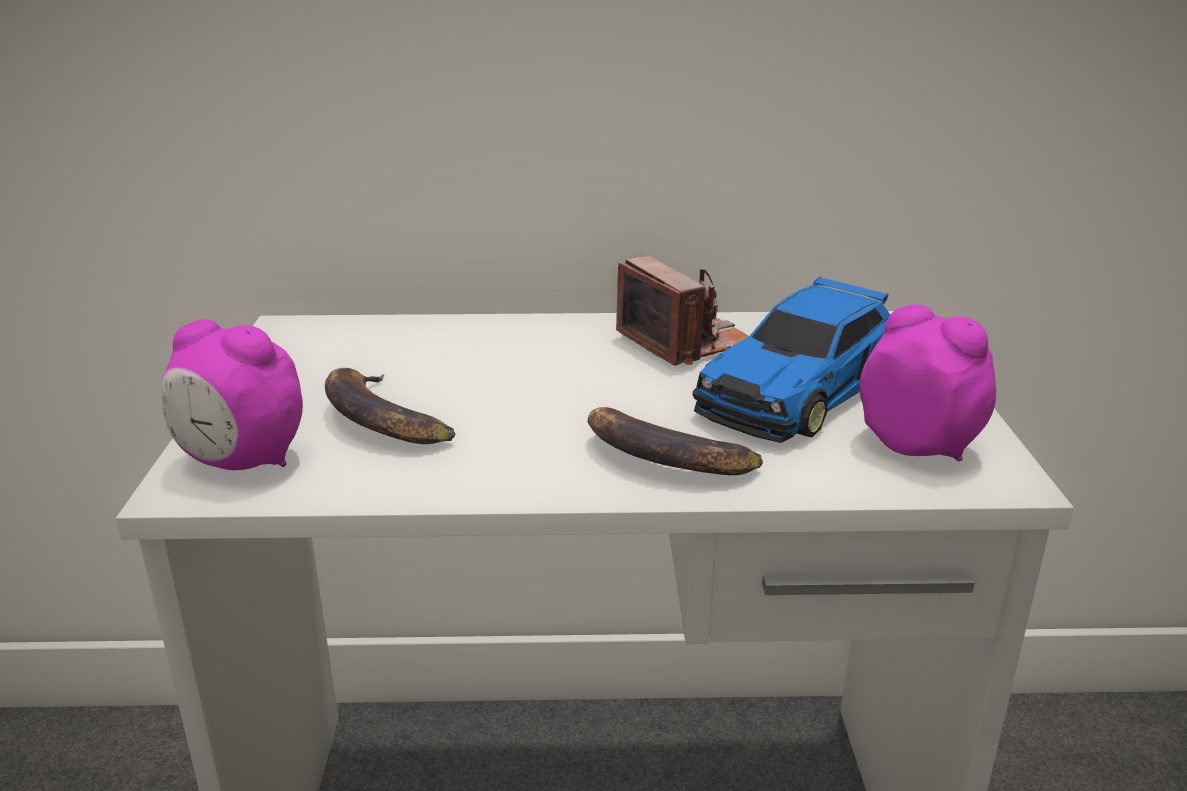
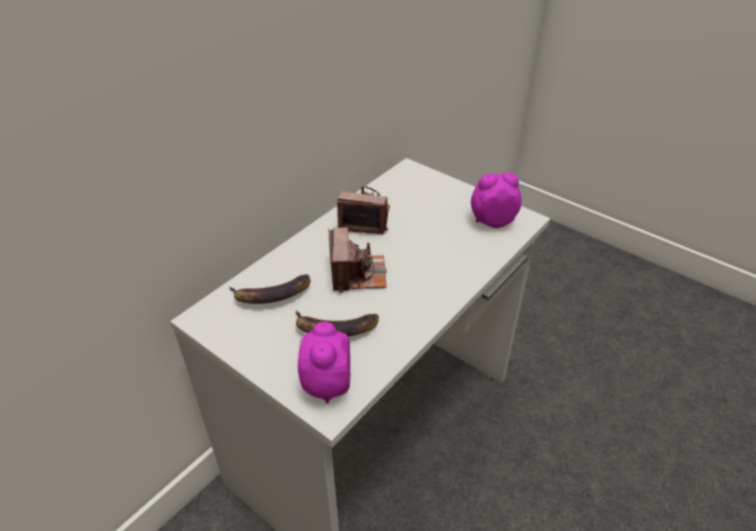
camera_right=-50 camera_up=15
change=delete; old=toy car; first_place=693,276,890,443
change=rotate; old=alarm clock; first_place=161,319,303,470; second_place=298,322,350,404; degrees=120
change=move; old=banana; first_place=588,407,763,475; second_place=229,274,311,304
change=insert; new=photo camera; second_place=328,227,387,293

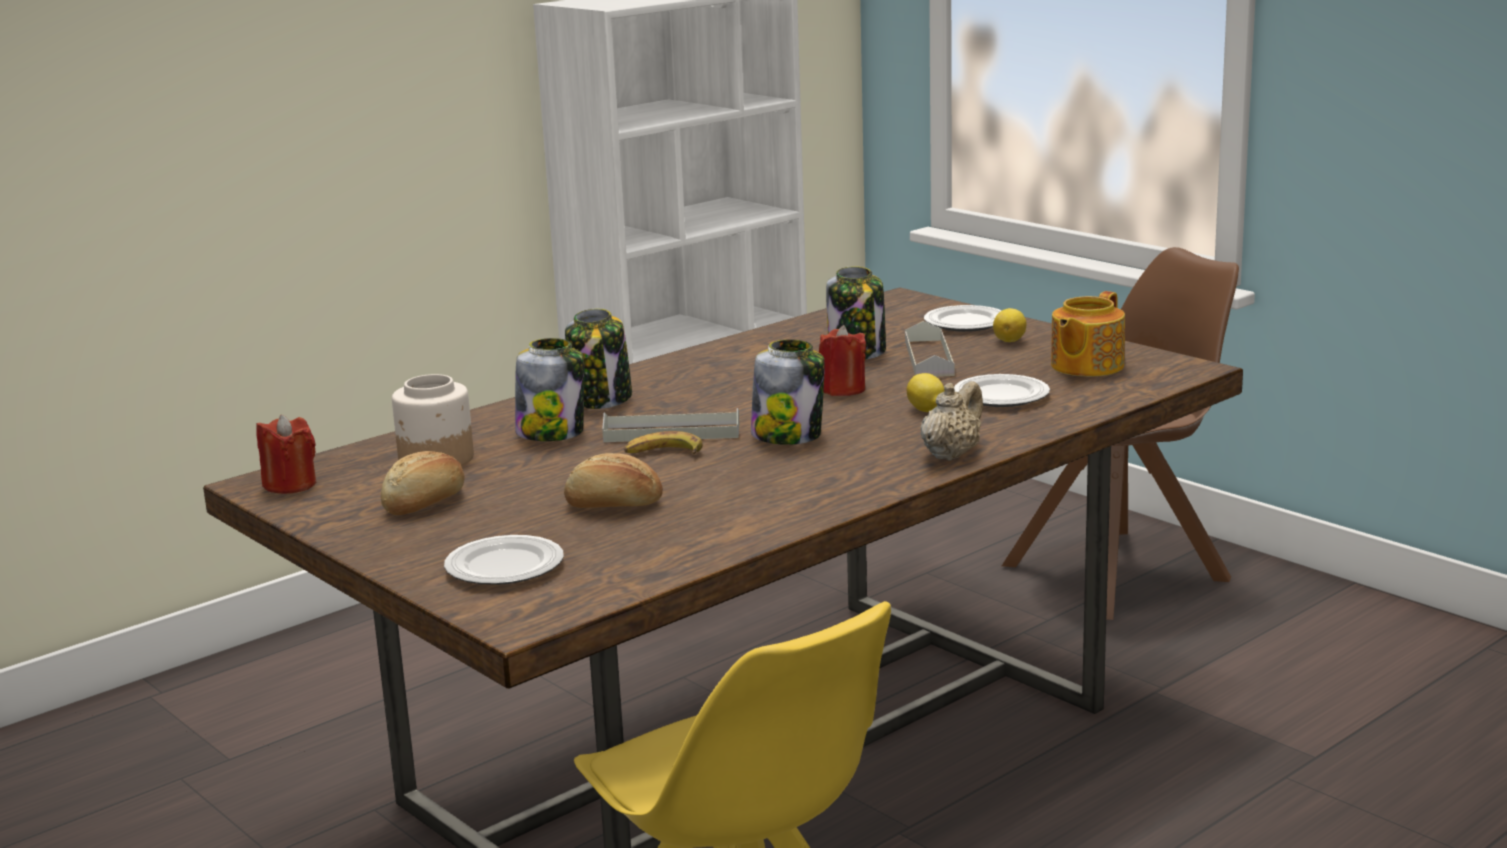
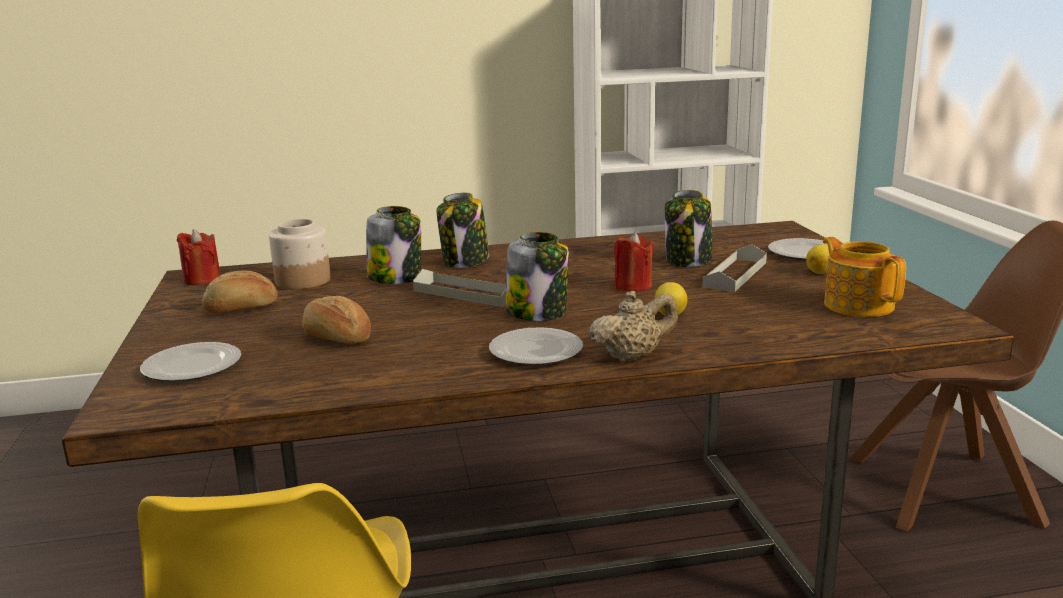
camera_right=30 camera_up=0
change=rotate; old=teapot; first_place=1051,291,1125,377; second_place=823,237,906,317; degrees=90
change=move; old=plate; first_place=954,374,1050,407; second_place=489,327,583,365
change=delete; old=banana; first_place=624,431,703,454

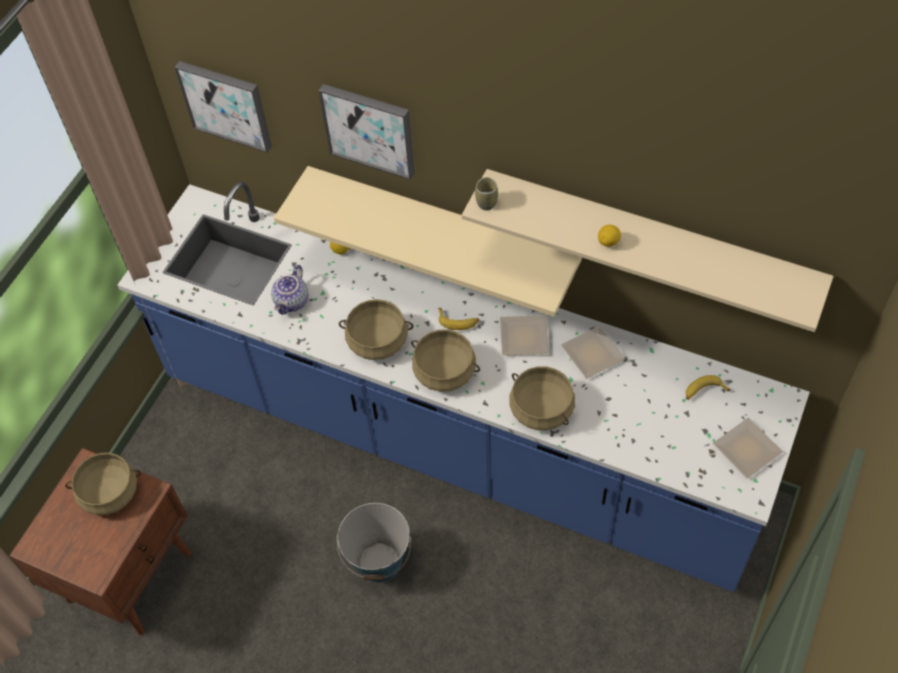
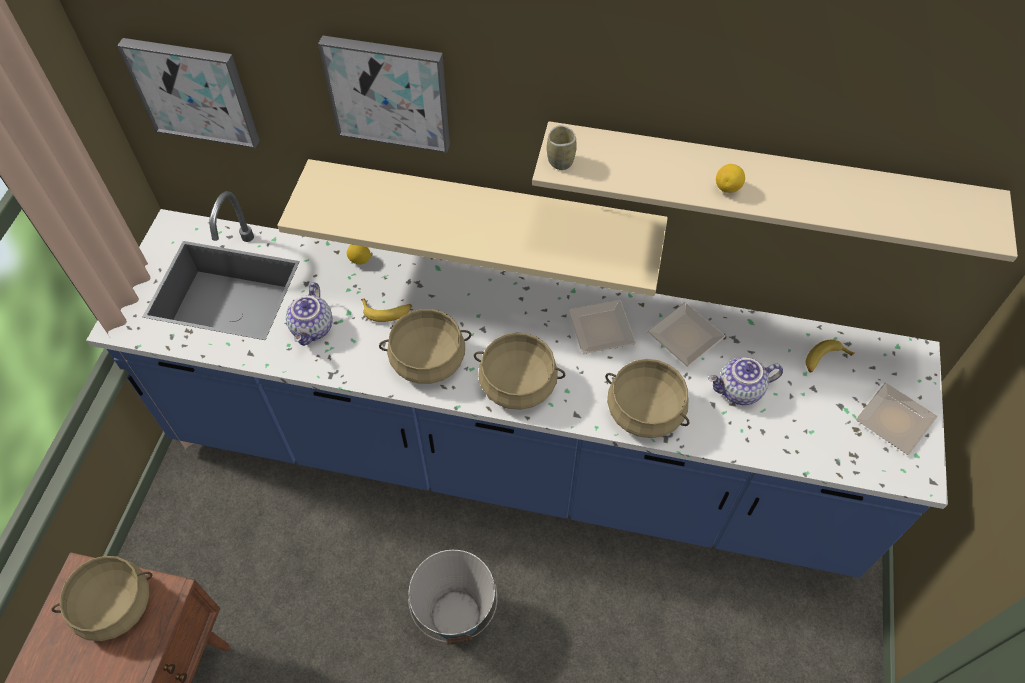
camera_right=-15 camera_up=0
change=move; old=banana; first_place=438,308,479,330; second_place=361,299,412,322
change=insert; new=teapot; second_place=708,357,783,405

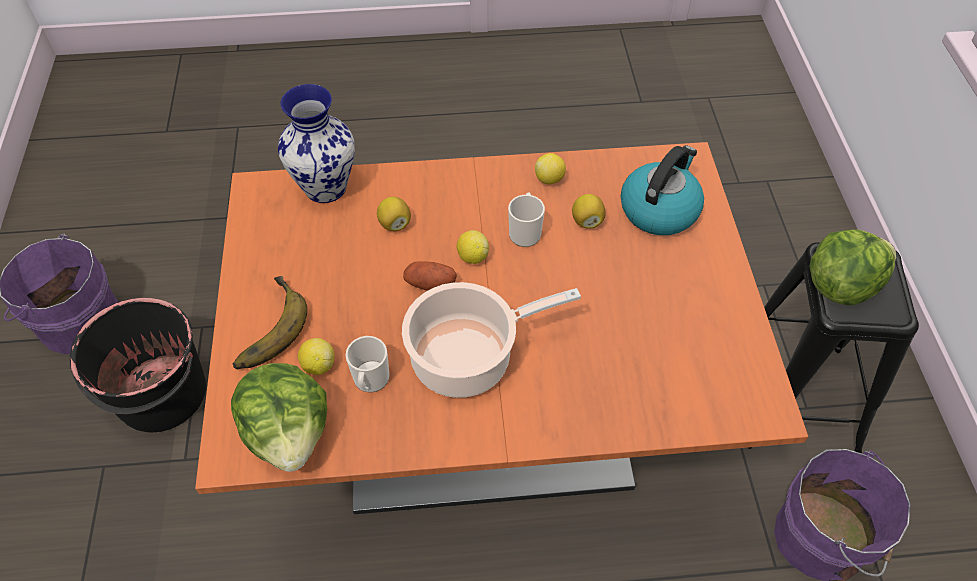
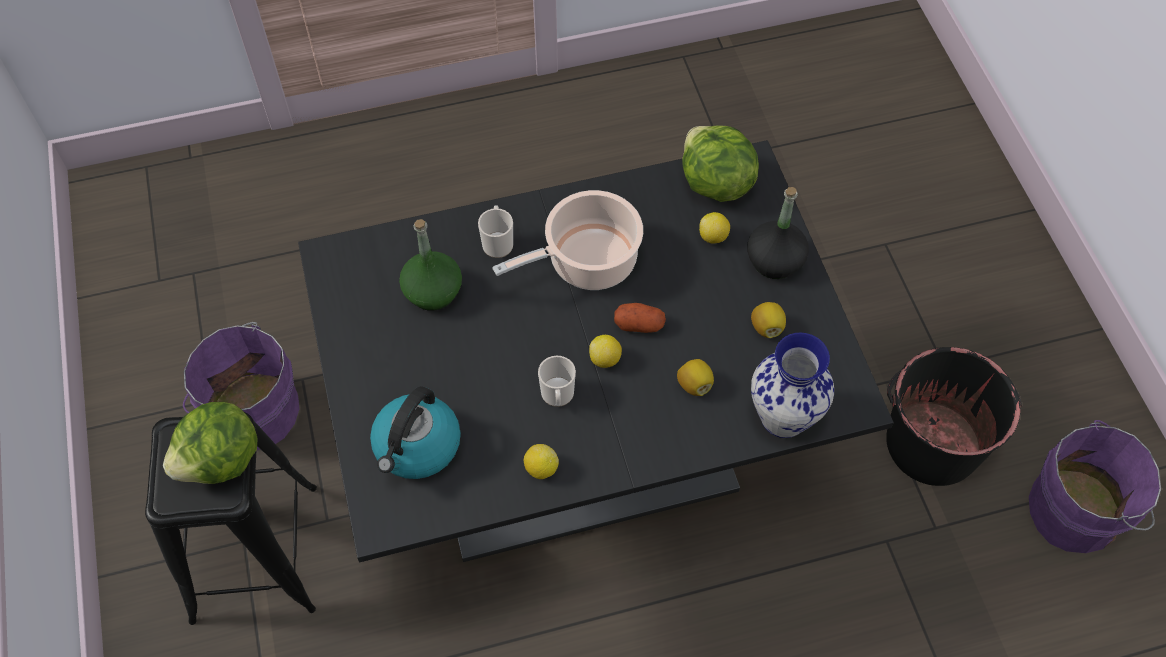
camera_right=170 camera_up=5
change=recolor; old=orange dining table; new=black dining table; first_place=195,142,808,514; second_place=298,140,894,562
change=move; old=lemon; first_place=572,194,606,229; second_place=751,302,786,338
change=replace; old=banana; new=black bottle; first_place=233,276,307,369; second_place=747,187,809,279
change=move; old=mug; first_place=346,336,389,392; second_place=478,205,513,258
change=insert; new=green bottle; second_place=399,219,462,311

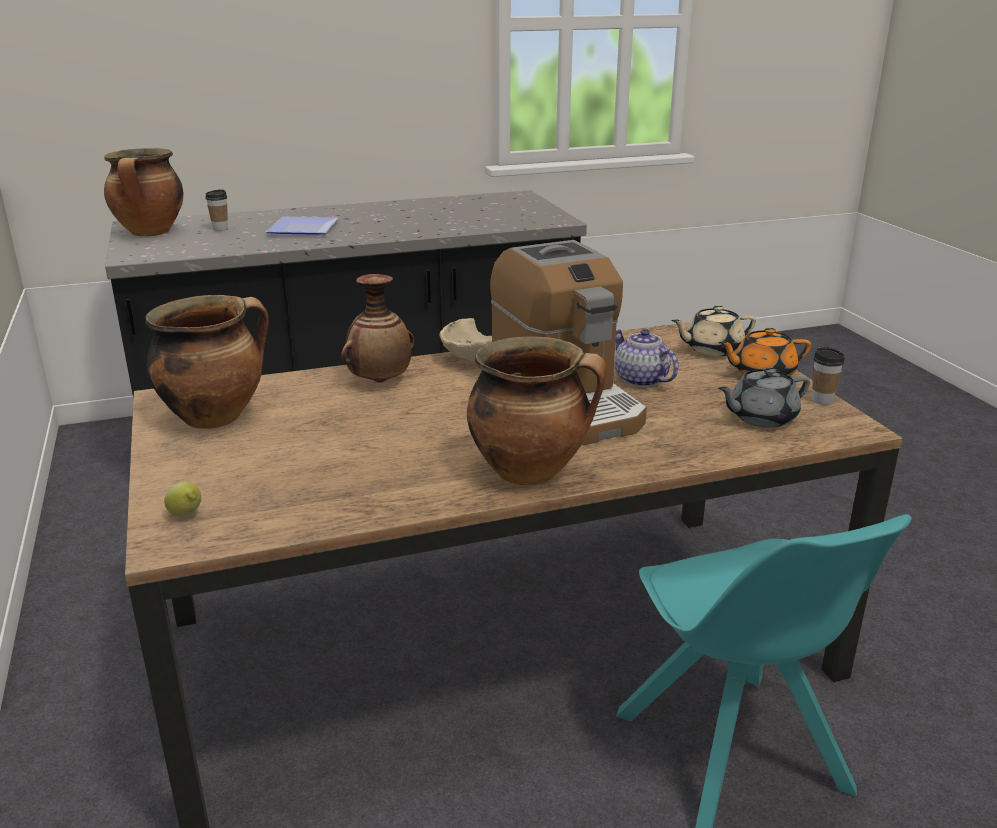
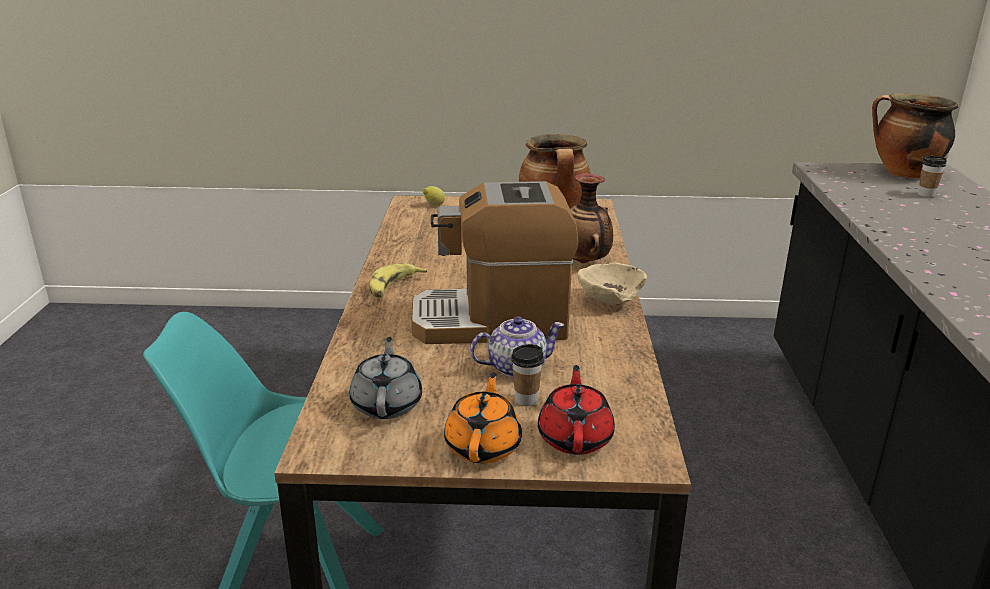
camera_right=110 camera_up=0
change=delete; old=plate; first_place=266,217,339,235
change=recolor; old=beige teapot; new=red teapot; first_place=671,305,756,356; second_place=538,365,615,455
change=replace; old=cooking pot; new=banana; first_place=467,336,607,486; second_place=369,263,427,298
change=move; old=cup; first_place=811,347,845,405; second_place=511,344,544,406

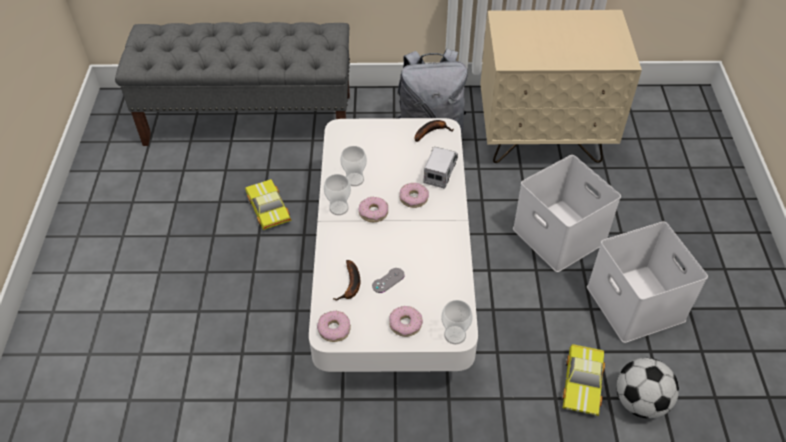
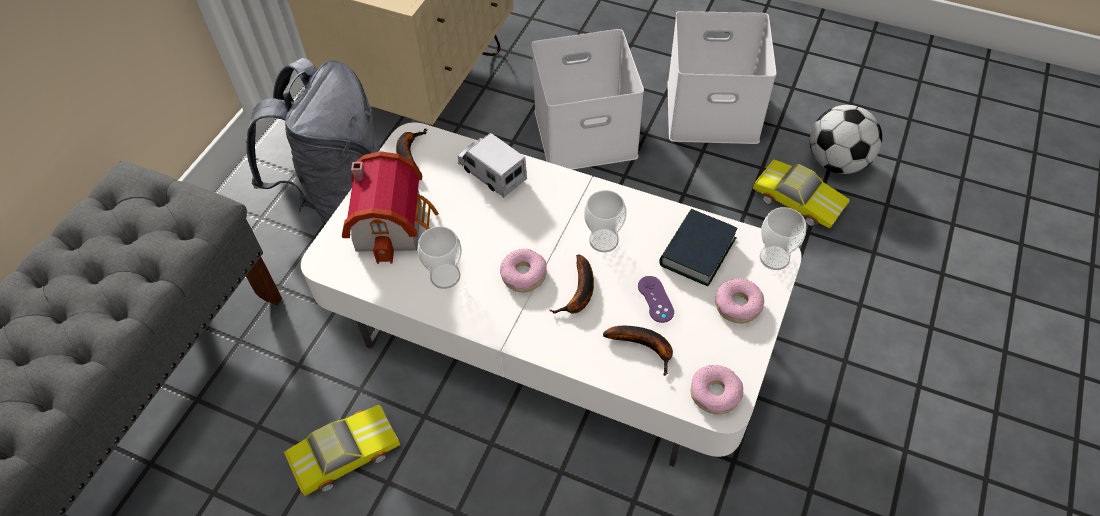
camera_right=-65 camera_up=5
change=move; old=cup; first_place=324,174,351,215; second_place=584,190,626,252
change=rotate; old=toy car; first_place=245,179,292,230; second_place=284,404,400,496; degrees=150
change=delete; old=donut; first_place=400,183,429,208
change=recolor; old=grey game controller; new=purple game controller; first_place=372,268,405,293; second_place=638,276,674,323
change=insert; new=toy house; second_place=342,151,439,264
change=insert; new=book; second_place=659,209,737,286
change=insert; new=banana; second_place=549,254,594,314

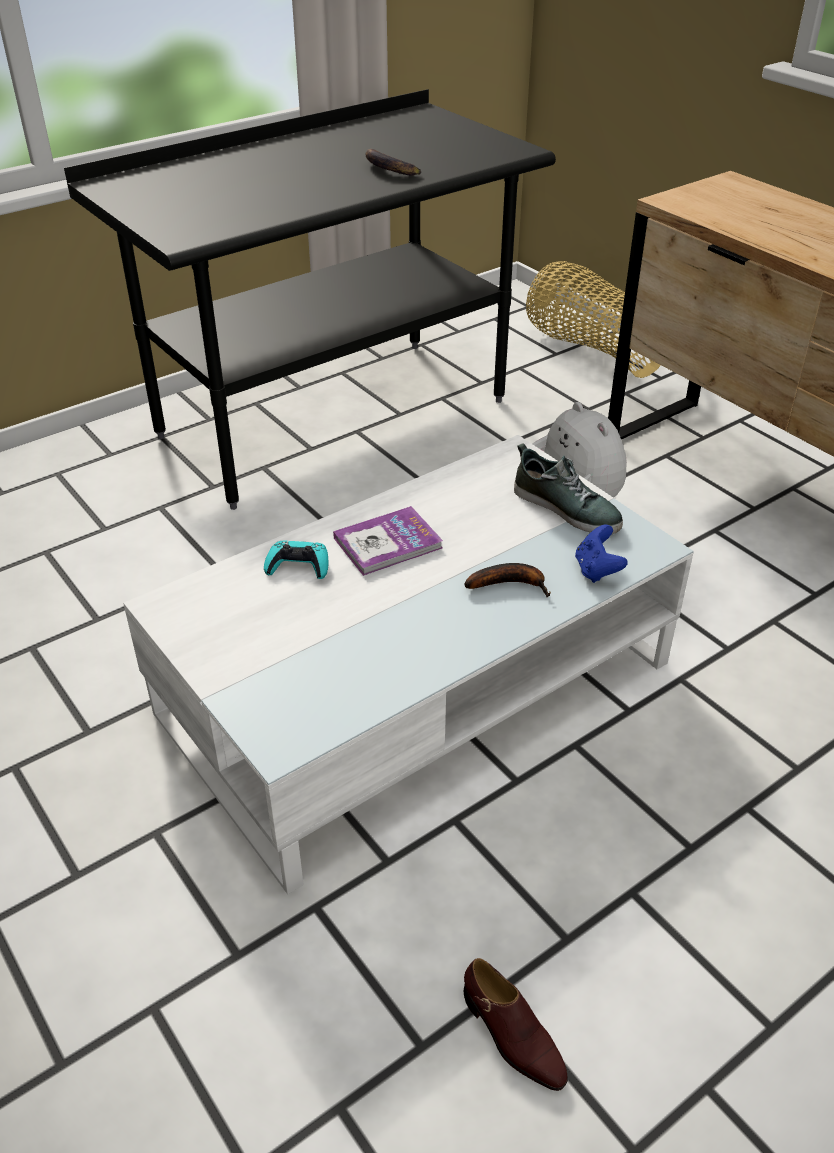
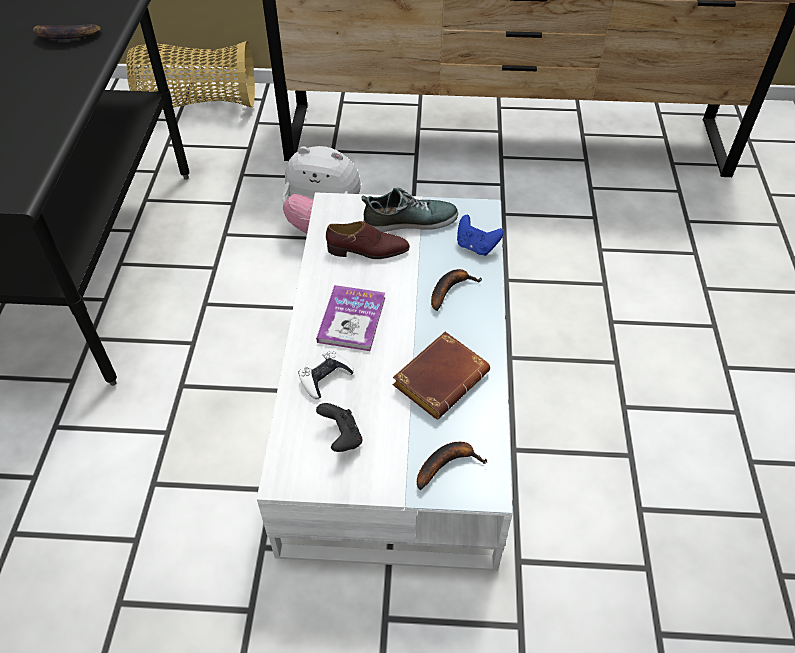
camera_right=-50 camera_up=10
change=recolor; old=turquoise game controller; new=white game controller; first_place=264,540,328,579; second_place=298,351,354,399
change=move; old=brown shoe; first_place=464,958,568,1091; second_place=326,221,410,259
change=insert; new=brown book; second_place=392,332,490,419
change=insert; new=black game controller; second_place=316,403,362,452
change=insert; new=banana; second_place=417,442,488,490

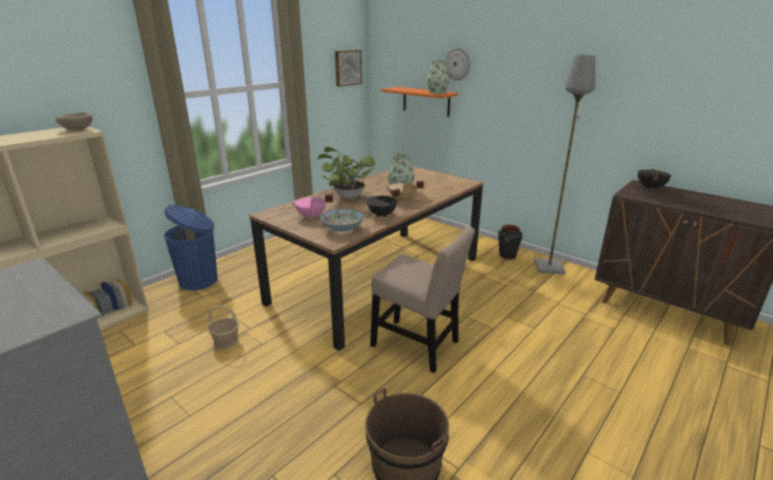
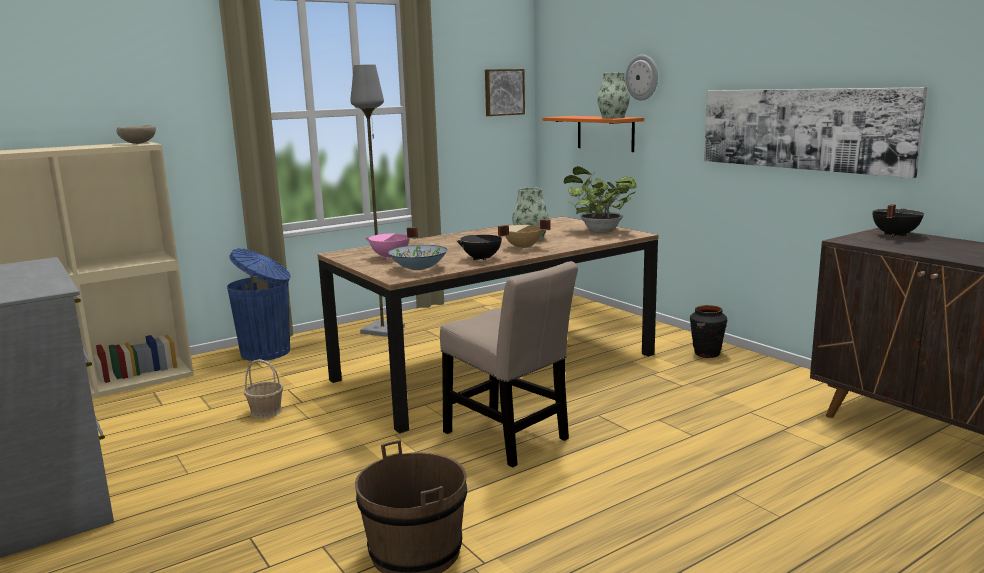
camera_right=15 camera_up=-10
change=move; old=grey floor lamp; first_place=535,55,595,274; second_place=350,64,405,337
change=move; old=potted plant; first_place=318,147,375,199; second_place=564,166,636,233
change=insert; new=picture; second_place=704,87,927,178

